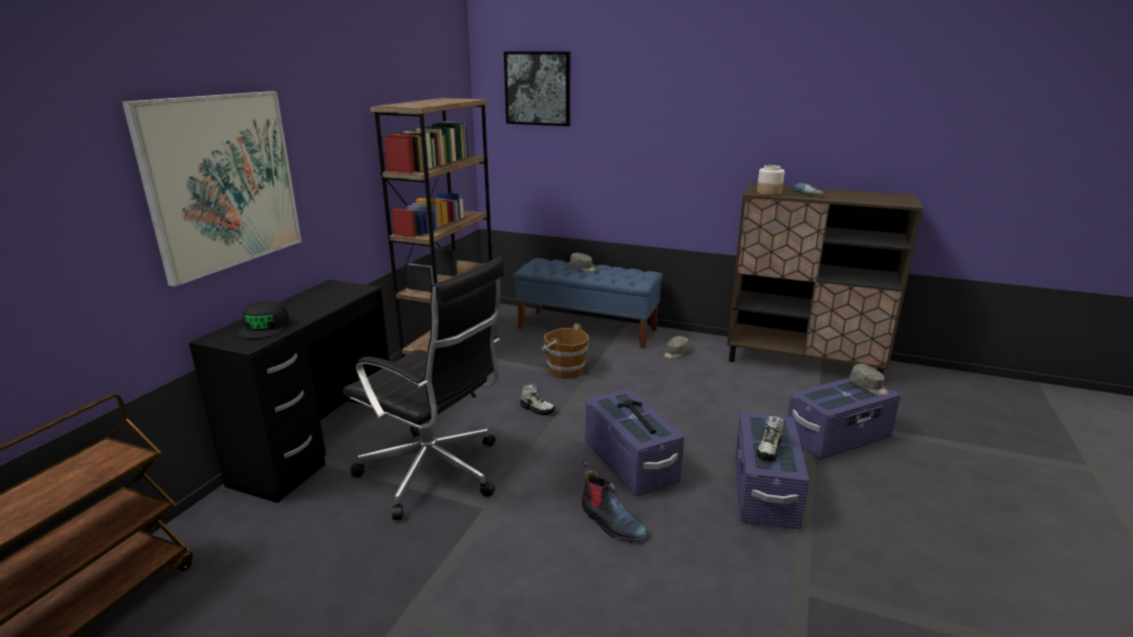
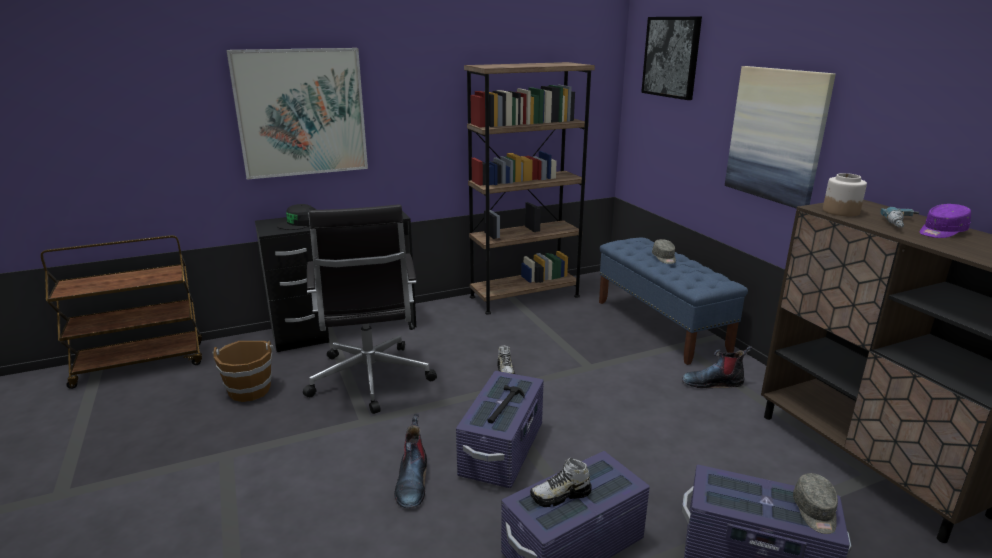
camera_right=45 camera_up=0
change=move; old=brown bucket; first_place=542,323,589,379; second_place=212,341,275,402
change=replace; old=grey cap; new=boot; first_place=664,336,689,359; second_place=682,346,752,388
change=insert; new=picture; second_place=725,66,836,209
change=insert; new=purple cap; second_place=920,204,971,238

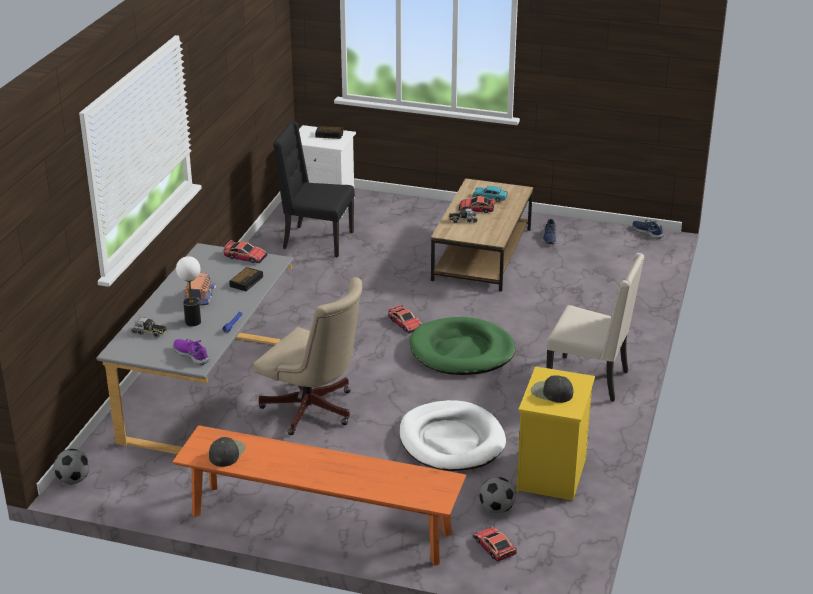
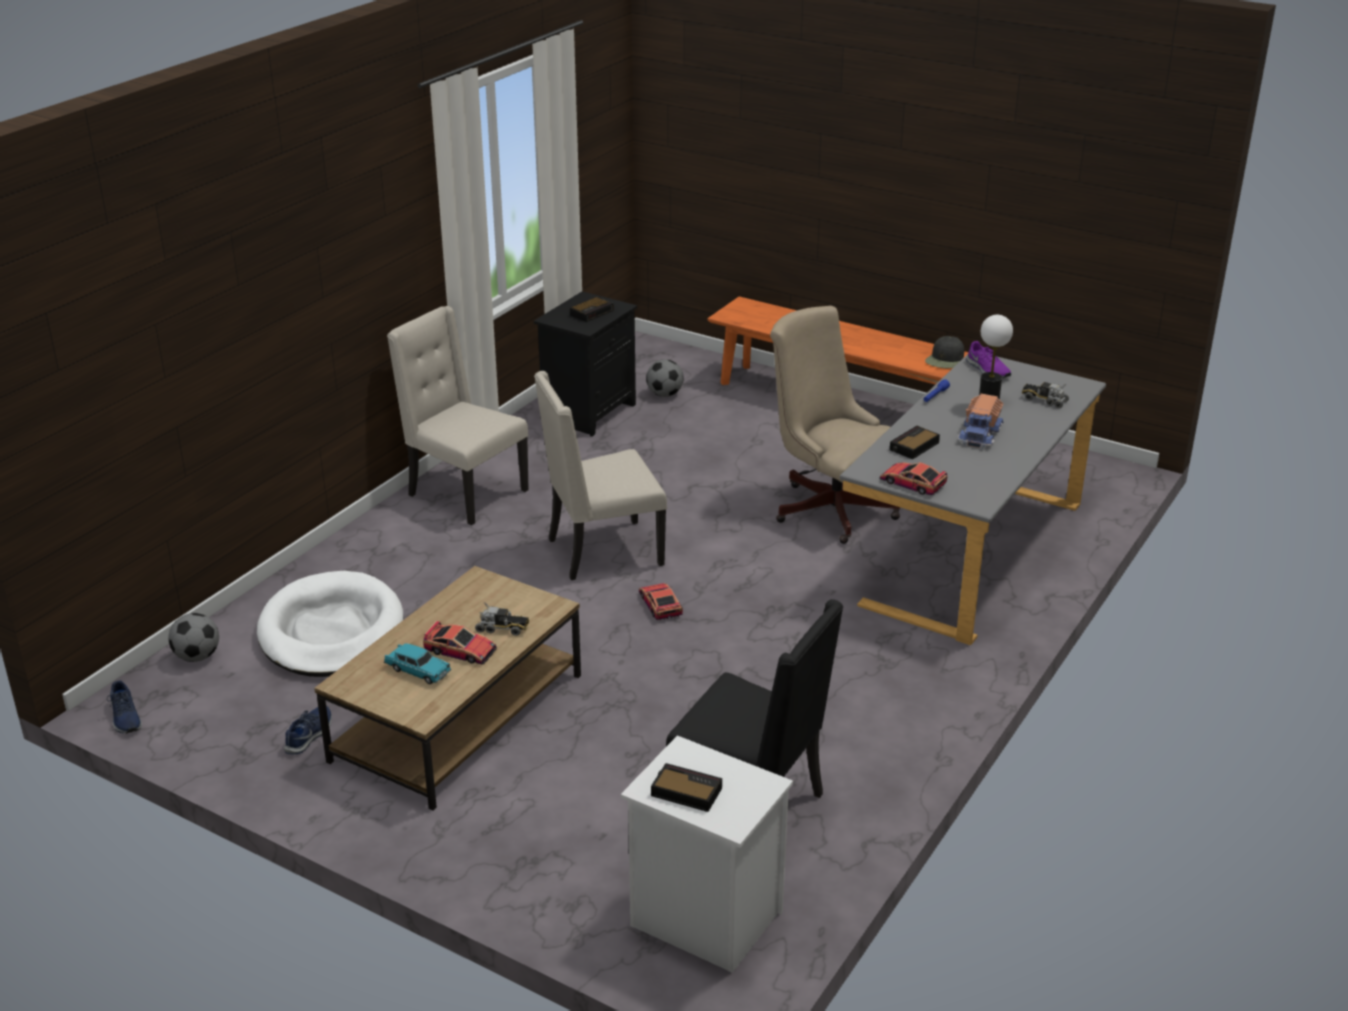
camera_right=-165 camera_up=0
change=replace; old=green dog bed; new=beige chair; first_place=410,317,515,375; second_place=534,371,667,580
change=recolor; old=yellow nightstand; new=black nightstand; first_place=516,366,595,500; second_place=534,291,637,436
change=replace; old=black cap; new=alarm clock; first_place=531,375,573,403; second_place=570,297,614,322
change=move; old=white dog bed; first_place=399,400,506,471; second_place=257,571,404,677
change=move; old=football; first_place=53,449,90,484; second_place=168,613,219,662
change=delete; old=toy car; first_place=473,527,517,562

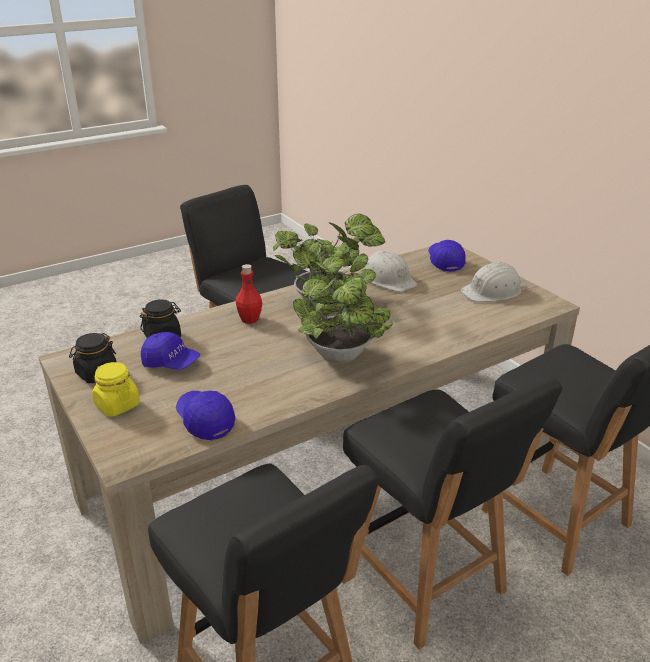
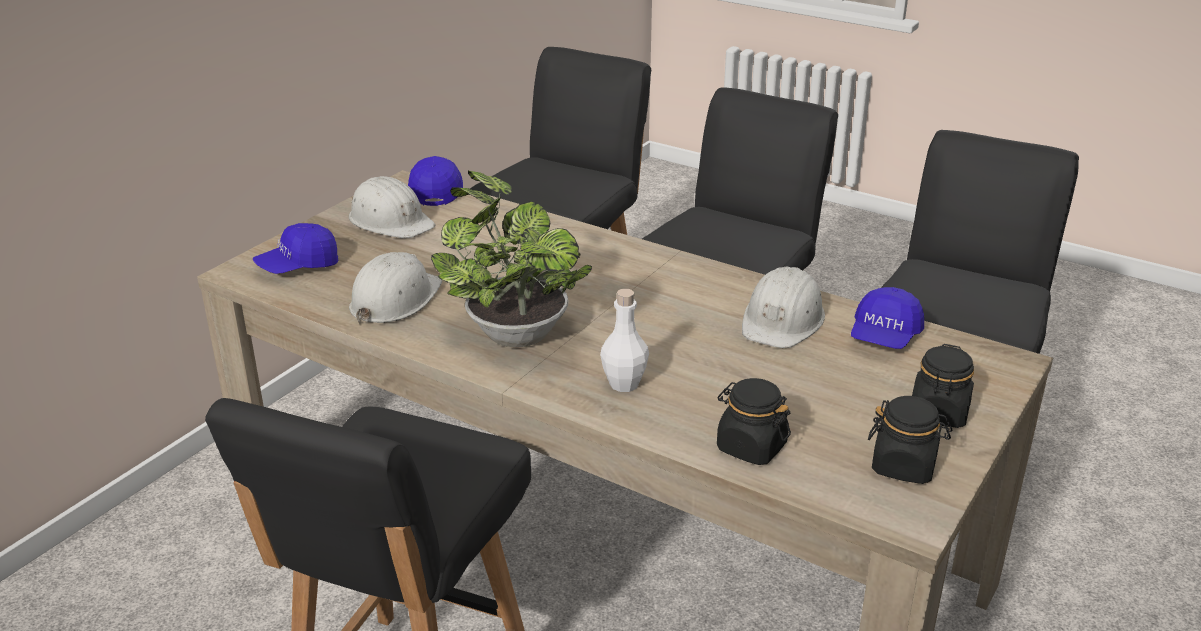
camera_right=-115 camera_up=0
change=delete; old=potted plant; first_place=293,257,393,363
change=recolor; old=red bottle; new=white bottle; first_place=235,264,262,324; second_place=600,289,649,392
change=move; old=blue cap; first_place=141,332,200,370; second_place=408,156,463,206
change=recolor; old=yellow jar; new=black jar; first_place=92,362,140,417; second_place=912,344,974,428
change=insert; new=white hard hat; second_place=742,267,825,348

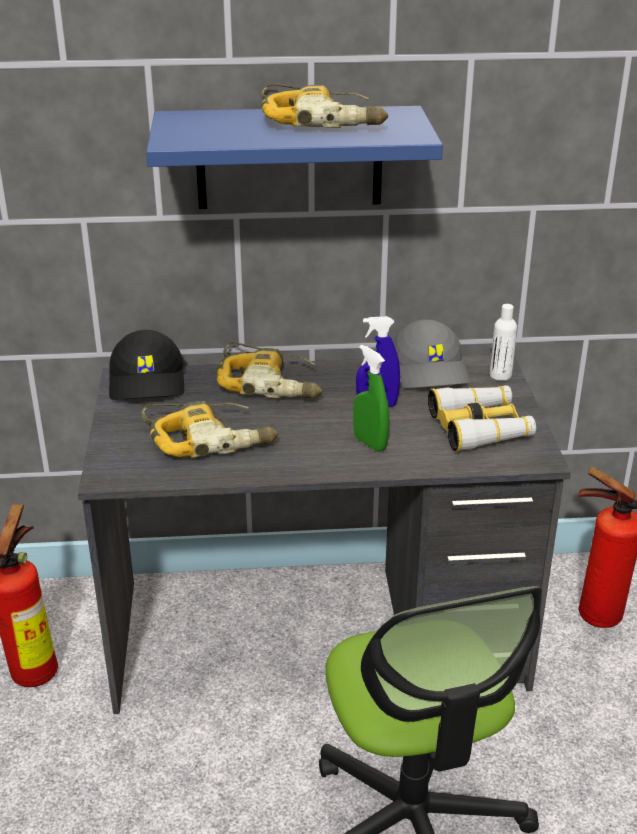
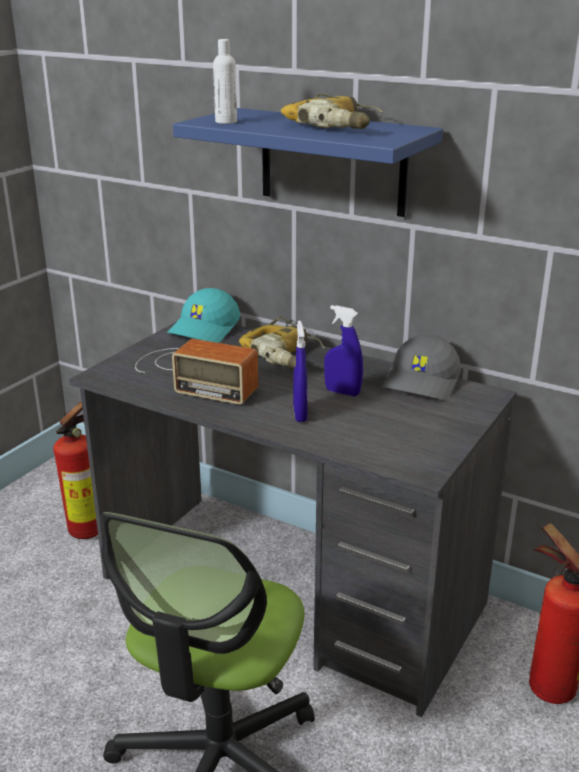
camera_right=35 camera_up=-5
change=move; old=white bottle; first_place=490,304,517,381; second_place=213,39,237,124
change=recolor; old=black cap; new=turquoise cap; first_place=109,330,184,400; second_place=167,288,240,343
change=recolor; old=green spray bottle; new=blue spray bottle; first_place=353,345,389,452; second_place=293,320,308,422
change=delete; old=binoculars; first_place=428,385,536,452
change=replace; old=power drill; new=radio; first_place=141,401,278,458; second_place=135,339,258,405

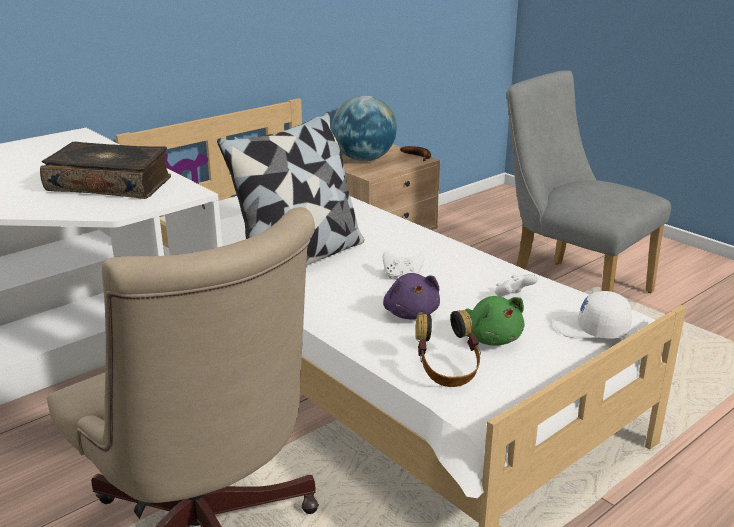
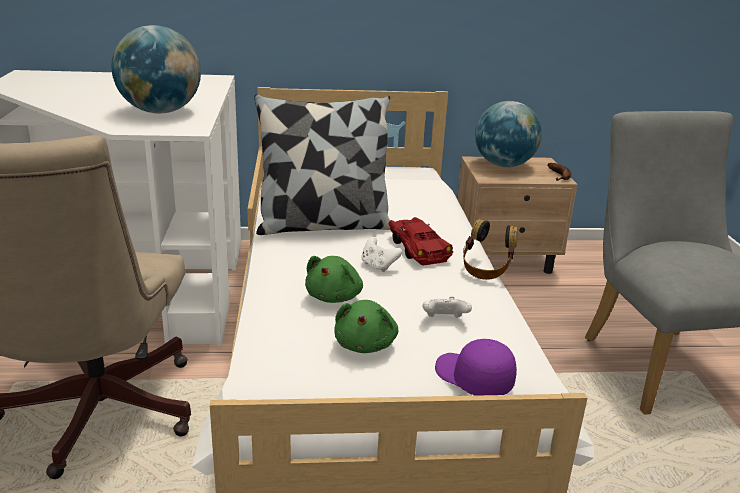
camera_right=35 camera_up=0
change=replace; old=book; new=globe; first_place=40,142,171,199; second_place=111,25,201,114
change=recolor; old=purple plush toy; new=green plush toy; first_place=383,273,440,320; second_place=305,256,363,303
change=recolor; old=white cap; new=purple cap; first_place=553,291,632,339; second_place=435,339,517,396
change=move; old=headphones; first_place=415,310,481,387; second_place=463,219,518,280
change=insert; new=red toy car; second_place=389,217,453,266

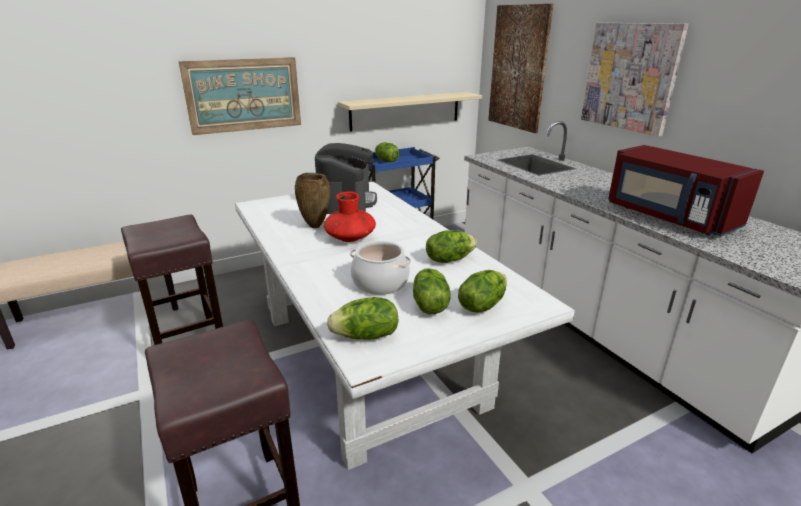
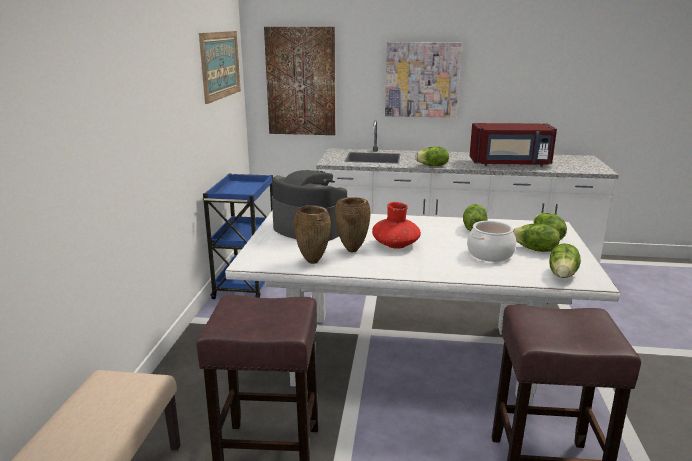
camera_right=-55 camera_up=-5
change=move; old=picture; first_place=178,57,301,135; second_place=199,31,241,104
change=delete; old=beige shelf; first_place=338,92,482,132
change=move; old=lettuce; first_place=375,142,399,162; second_place=415,146,449,166
change=insert; new=brown vase; second_place=294,205,331,264

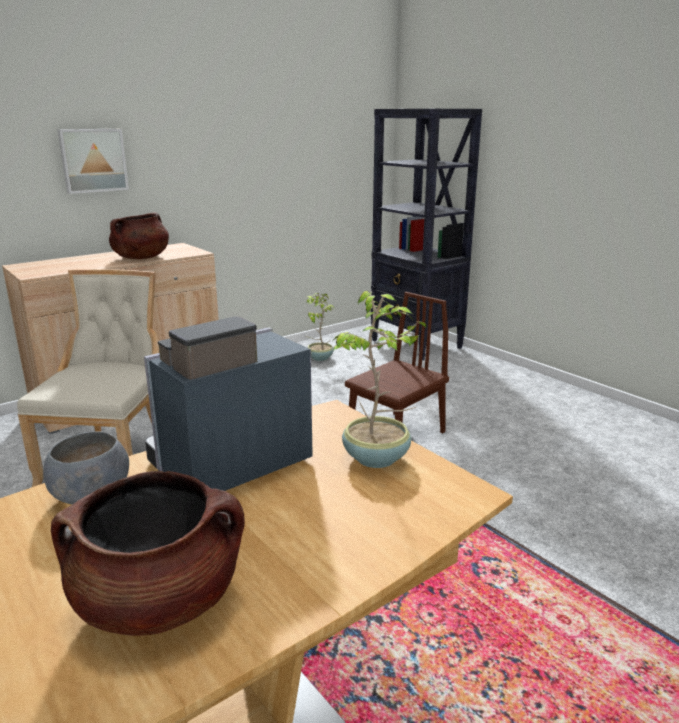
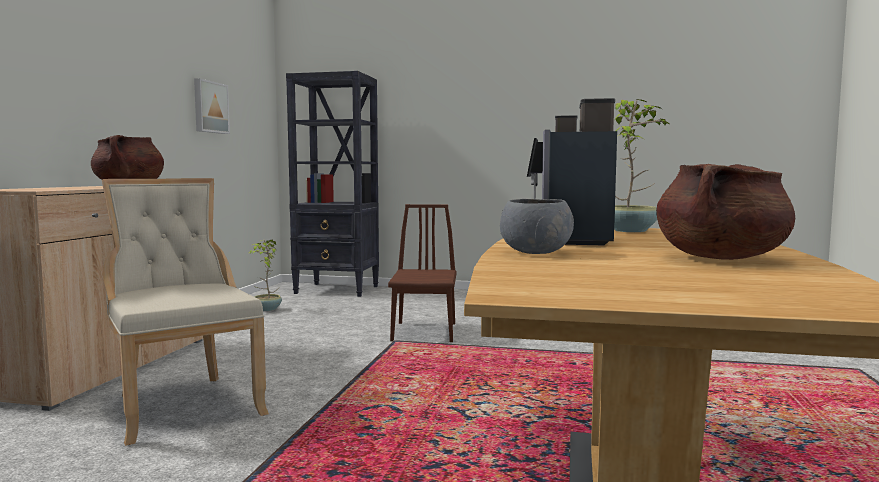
camera_right=-40 camera_up=-15
change=move; old=picture; first_place=57,129,129,194; second_place=194,78,230,134

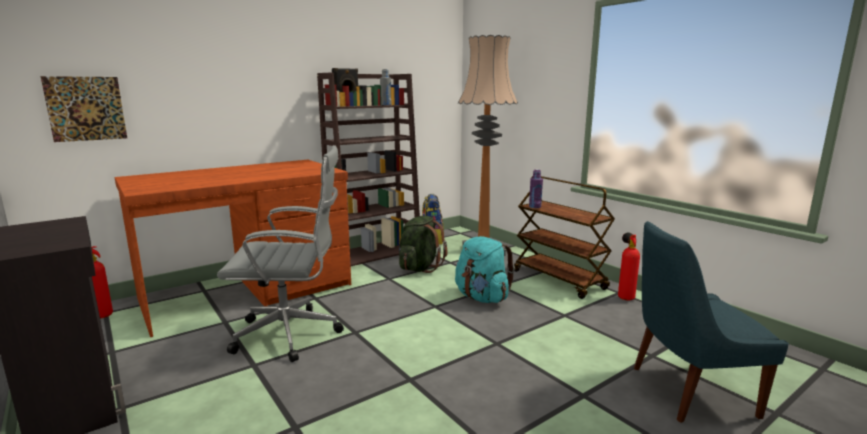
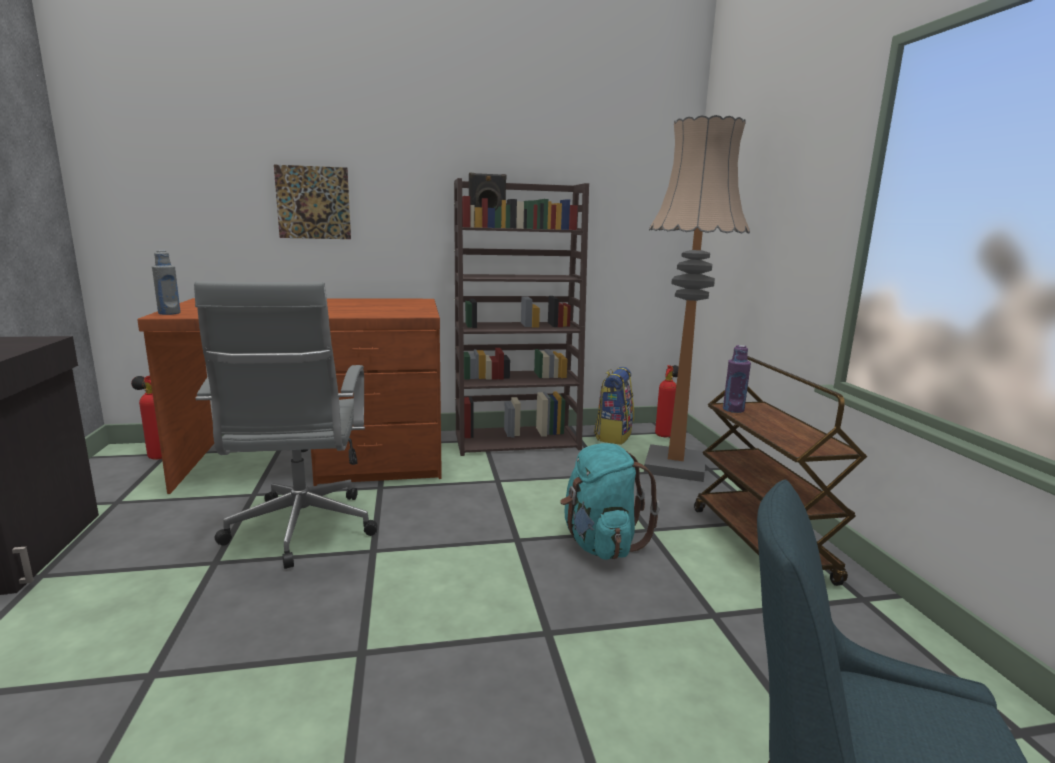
camera_right=25 camera_up=0
change=move; old=grey bottle; first_place=380,69,391,105; second_place=152,250,181,315
change=move; old=picture; first_place=41,76,127,142; second_place=274,165,351,239
change=rotate; old=grey office chair; first_place=217,145,344,362; second_place=194,281,378,569; degrees=60
change=delete; old=green backpack; first_place=399,216,448,273
change=move; old=fire extinguisher; first_place=618,232,640,301; second_place=655,365,679,437

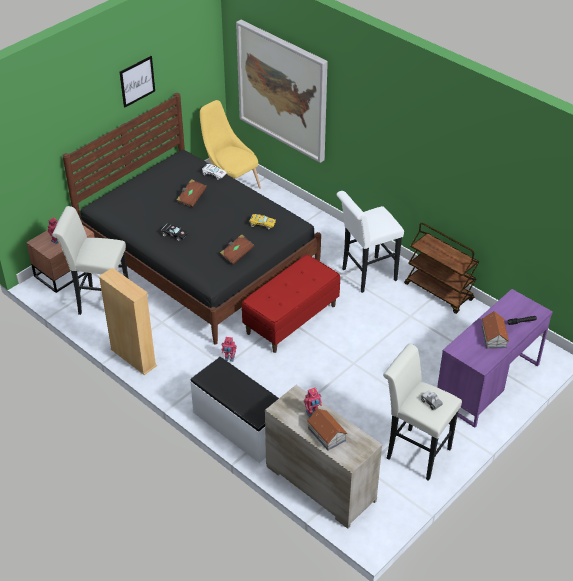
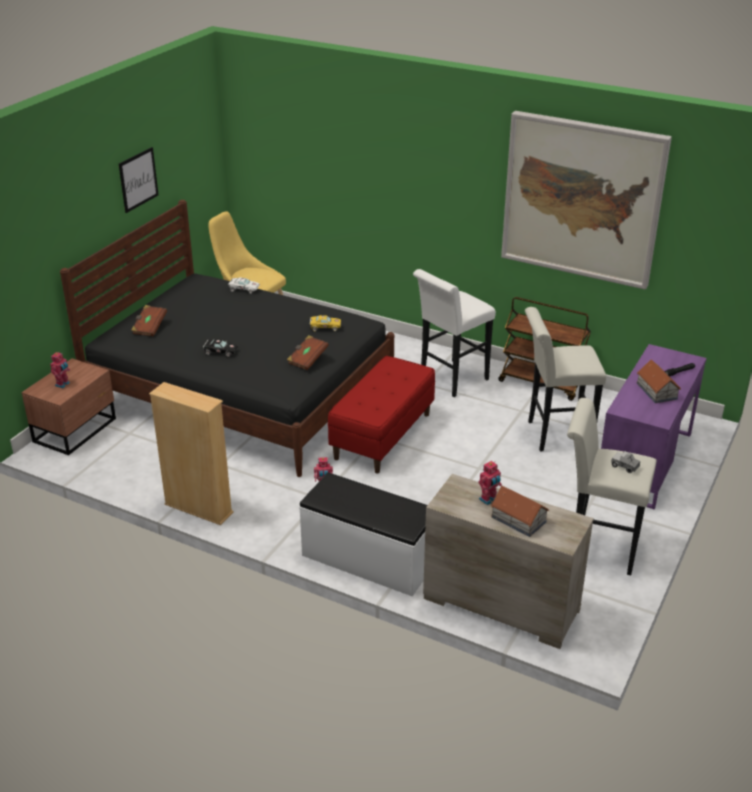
camera_right=-15 camera_up=-10
change=move; old=picture; first_place=236,20,328,163; second_place=501,111,672,290
change=move; old=brown book; first_place=177,179,207,207; second_place=131,305,167,337
change=move; old=white stool; first_place=52,206,128,315; second_place=525,307,606,452

